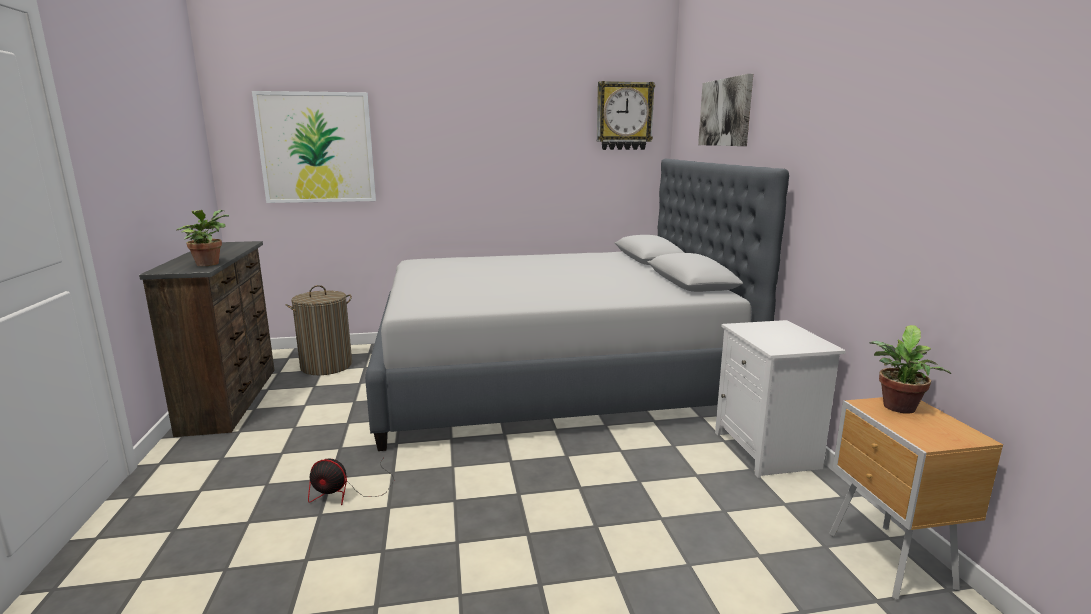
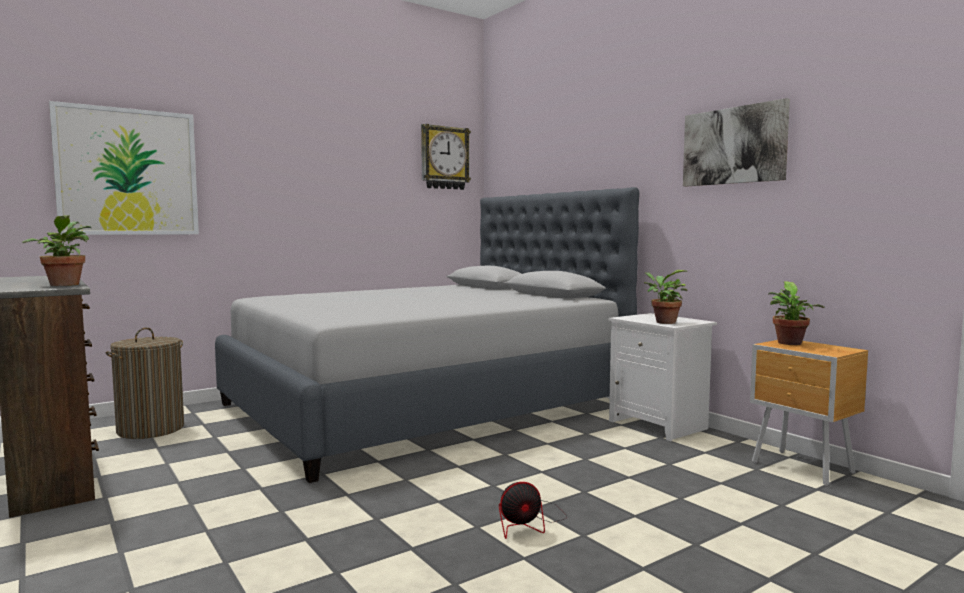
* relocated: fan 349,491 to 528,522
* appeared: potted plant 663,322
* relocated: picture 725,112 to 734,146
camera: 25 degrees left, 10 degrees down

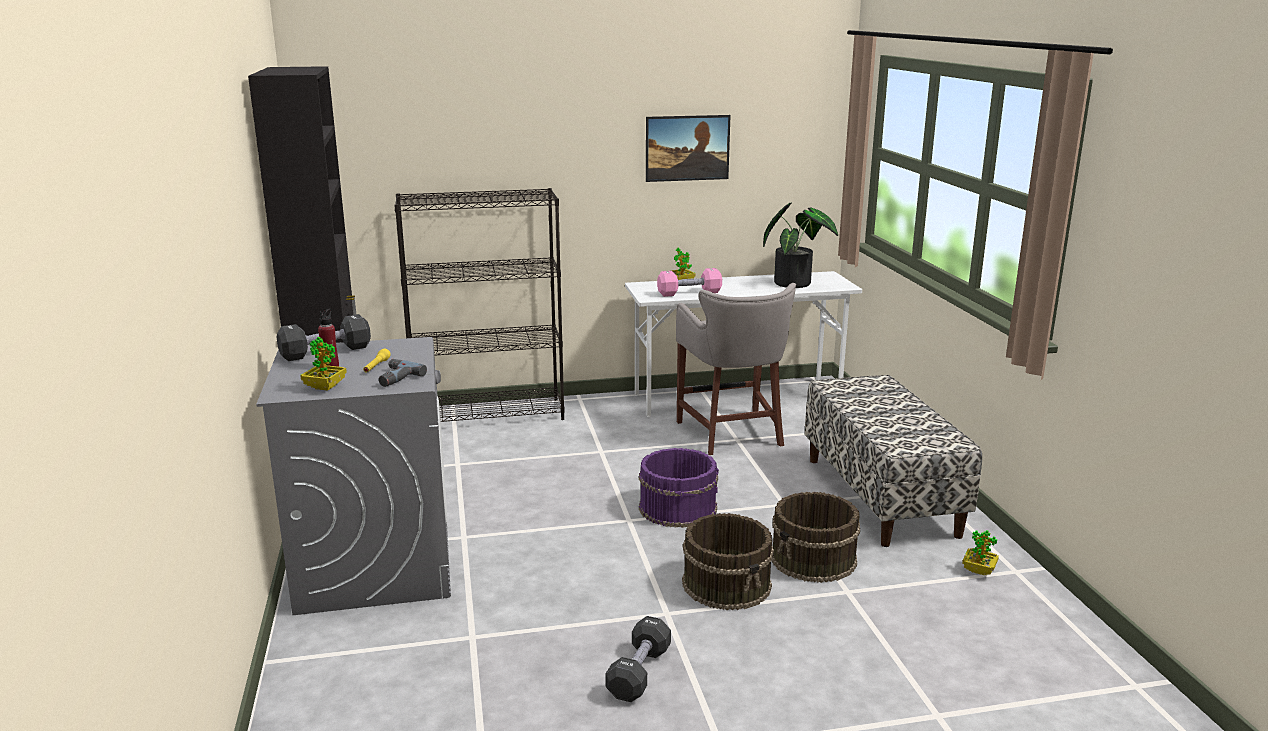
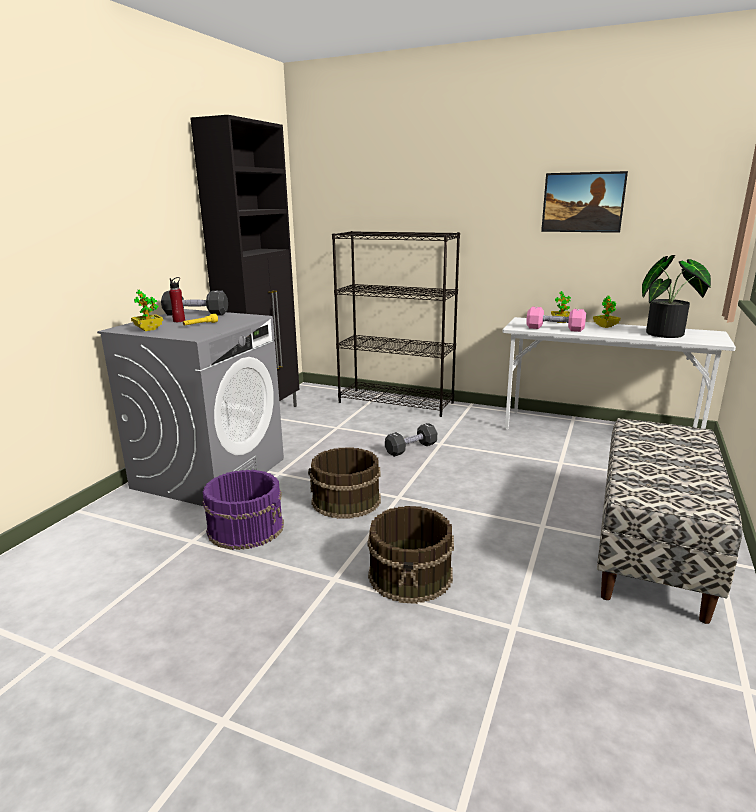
* relocated: bucket (purple) 677,507 to 246,527
* relocated: bucket (brown) 814,559 to 346,501
* relocated: dumbbell (black) 639,673 to 411,448
* relocated: potted plant 978,570 to 605,326
* missing: power drill 394,378
* missing: stool (grey) 732,434
camera: 35 degrees right, 0 degrees up

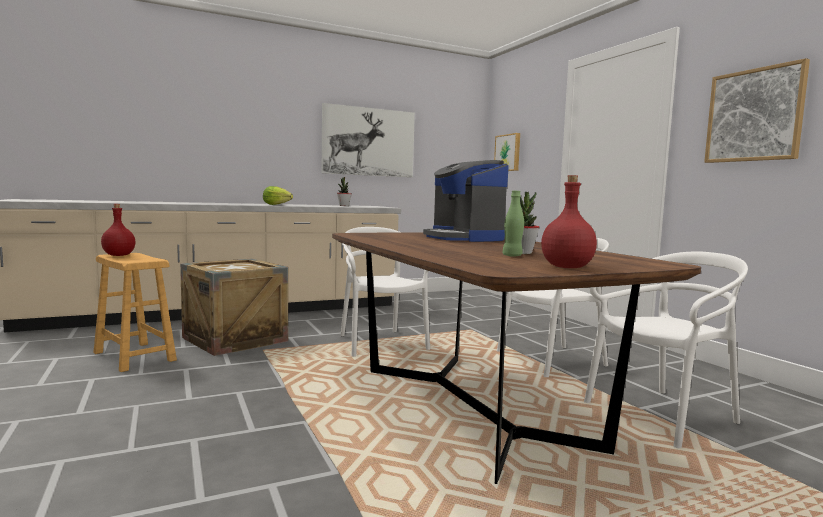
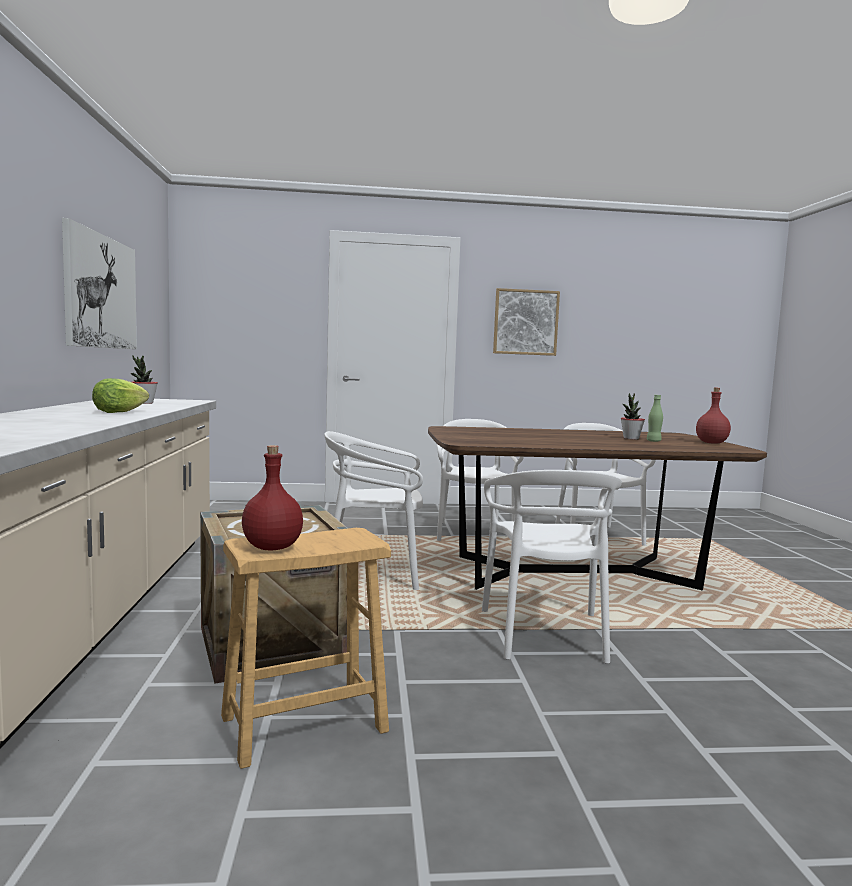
* appeared: chair (white) 545,634
* missing: coffee machine 464,238
* missing: picture 508,153
camera: 70 degrees left, 0 degrees up

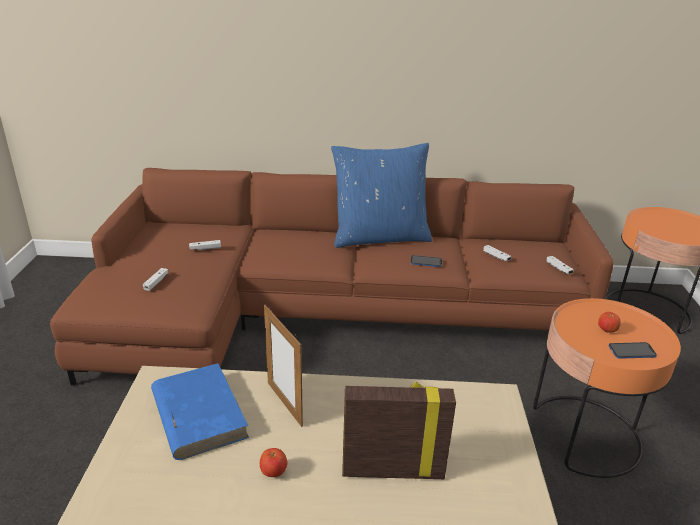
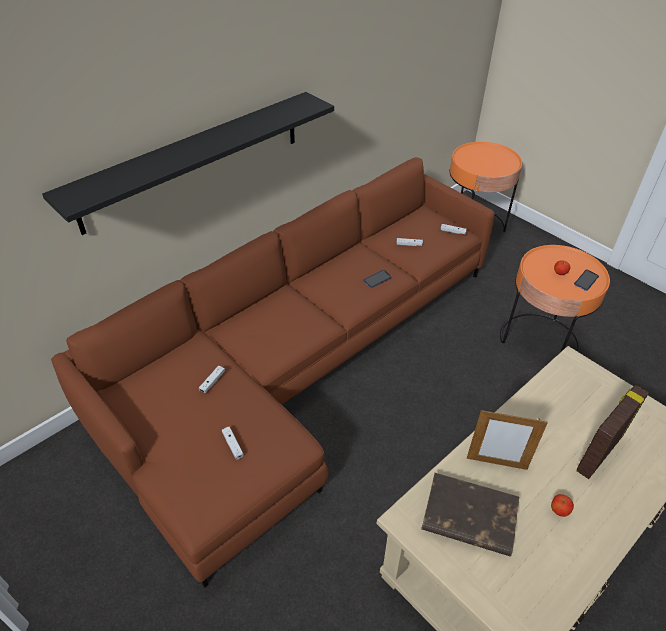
* appeared: shelf (black) 194,160
* colour: book (blue) 198,414 to book (brown) 468,516
* missing: pillow (blue) 380,237
camera: 45 degrees left, 15 degrees up

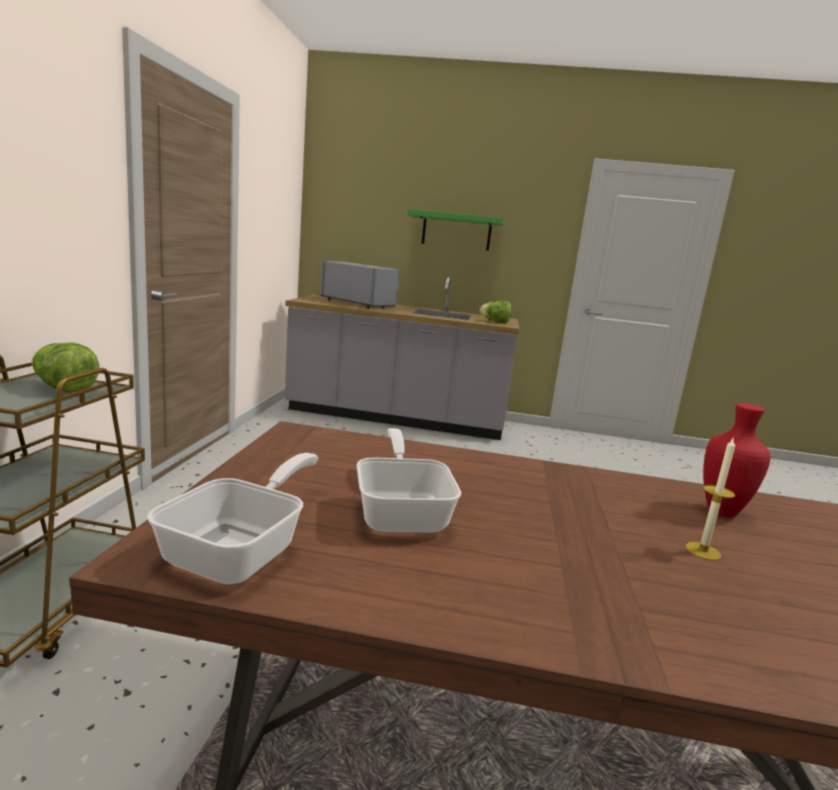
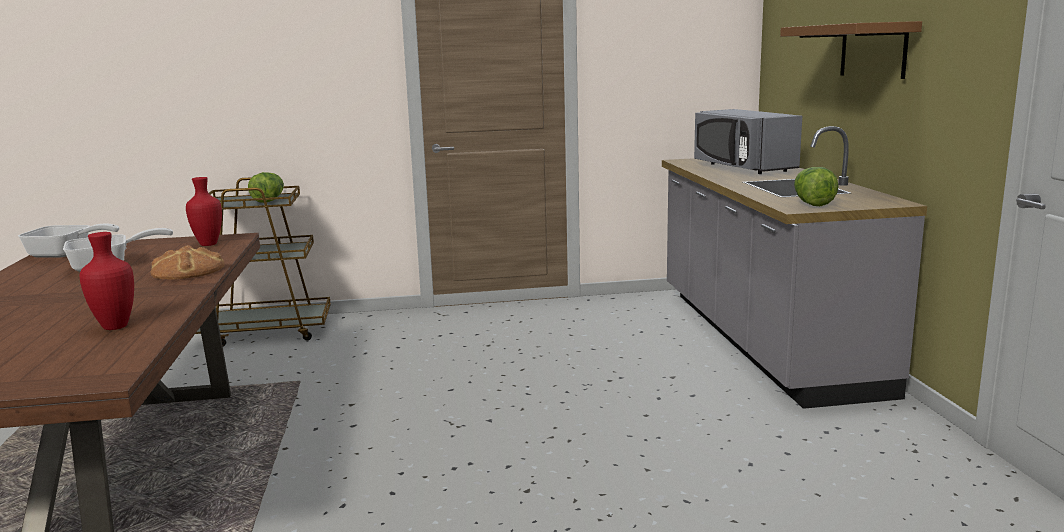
* appeared: bread 187,271
* appeared: vase (red) 208,244
* spun: microwave (grey) 359,304 = 742,167 135 degrees clockwise
* colour: shelf (green) 456,231 to shelf (brown) 873,50
* missing: candle 703,551
camera: 75 degrees right, 0 degrees up

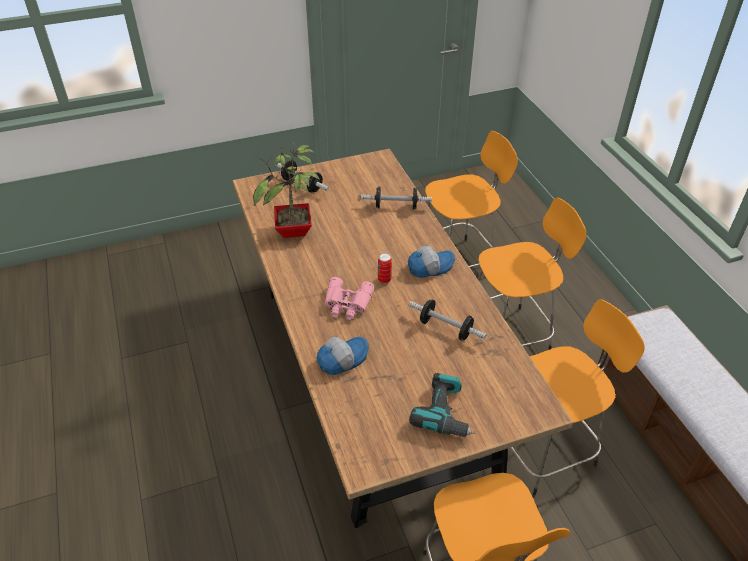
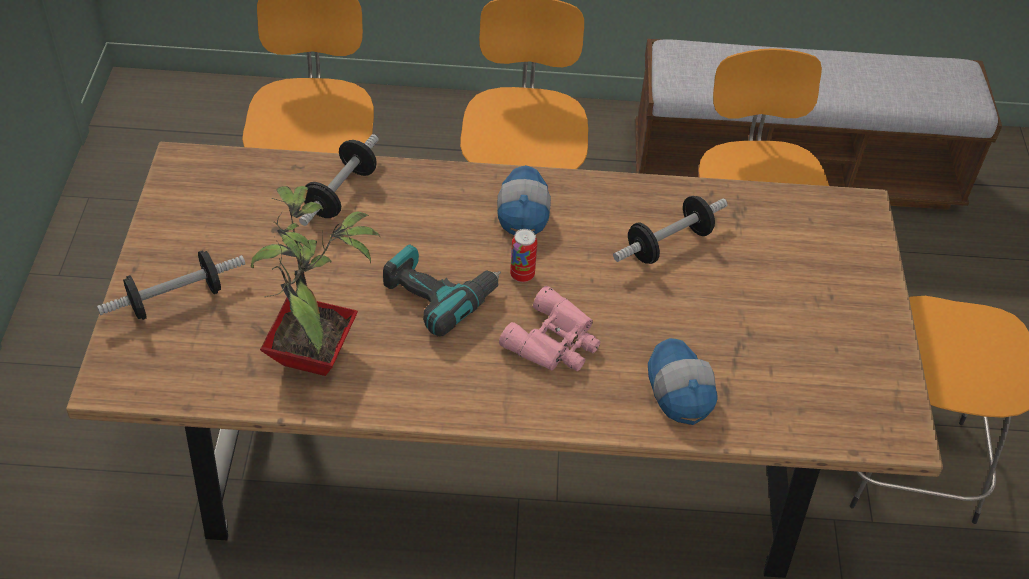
* relocated: power drill 445,413 to 439,294
camera: 70 degrees left, 5 degrees up

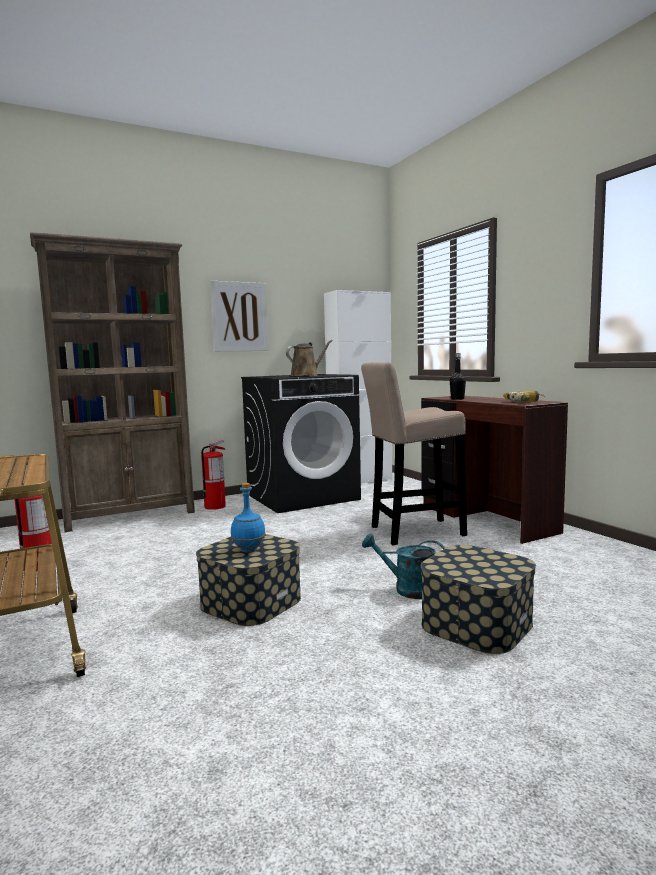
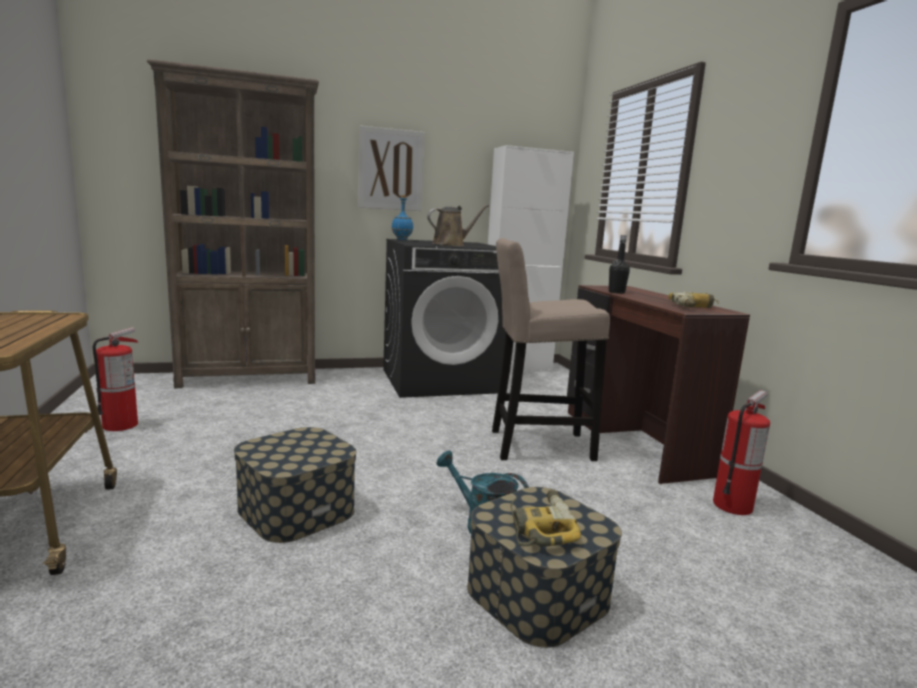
* relocated: bottle (blue) 249,550 to 402,239
* appeared: power drill 539,526
* relocated: fire extinguisher 215,506 to 732,505
camera: 10 degrees right, 5 degrees up

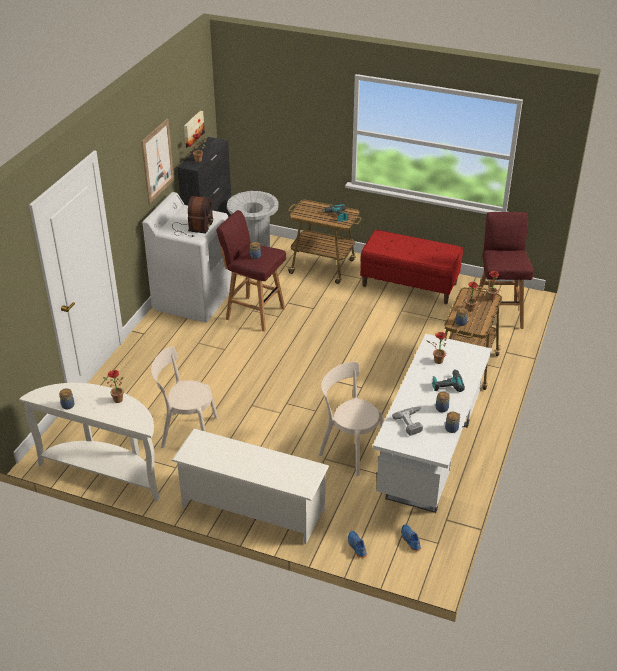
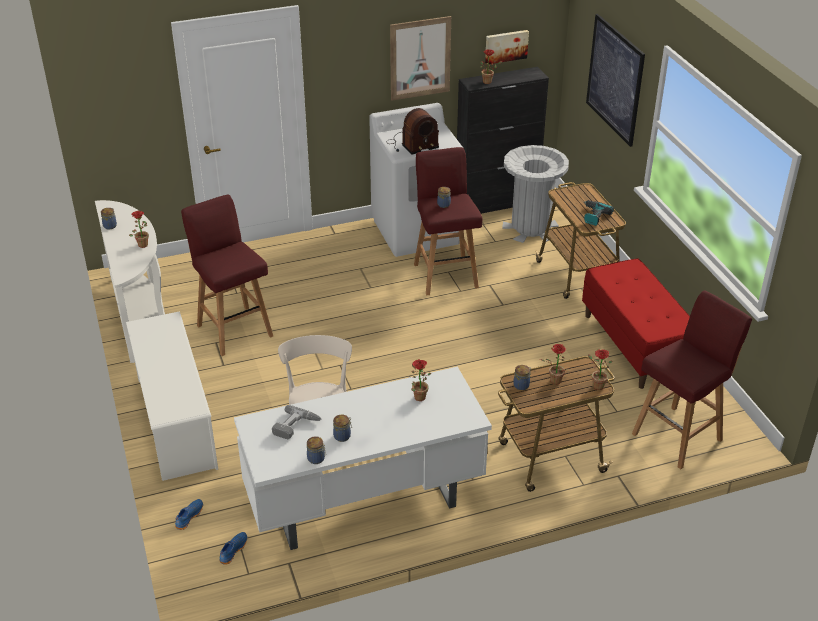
* exchanged: chair (beige) 186,432 to stool (red) 234,329
* appeared: picture 615,79
* missing: power drill 447,384
camera: 50 degrees right, 0 degrees up

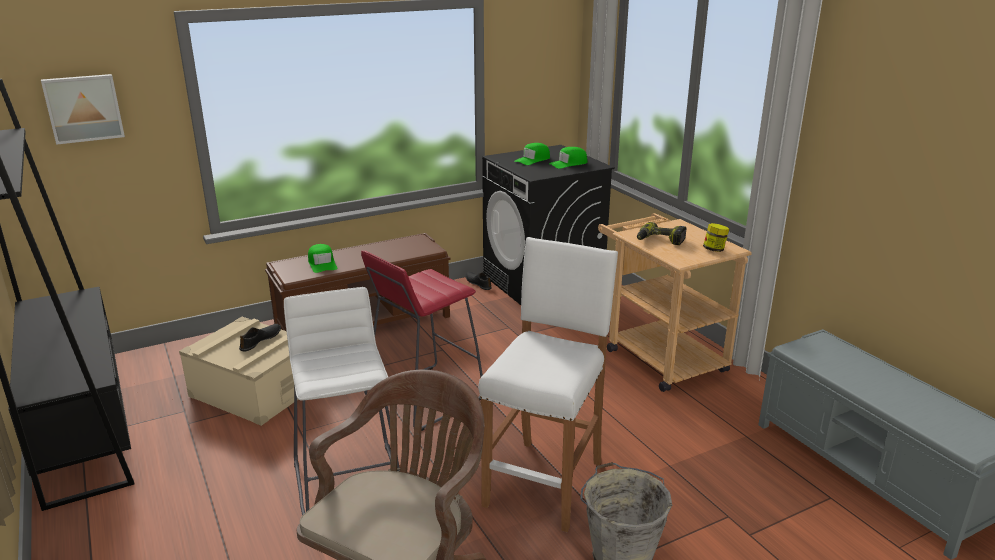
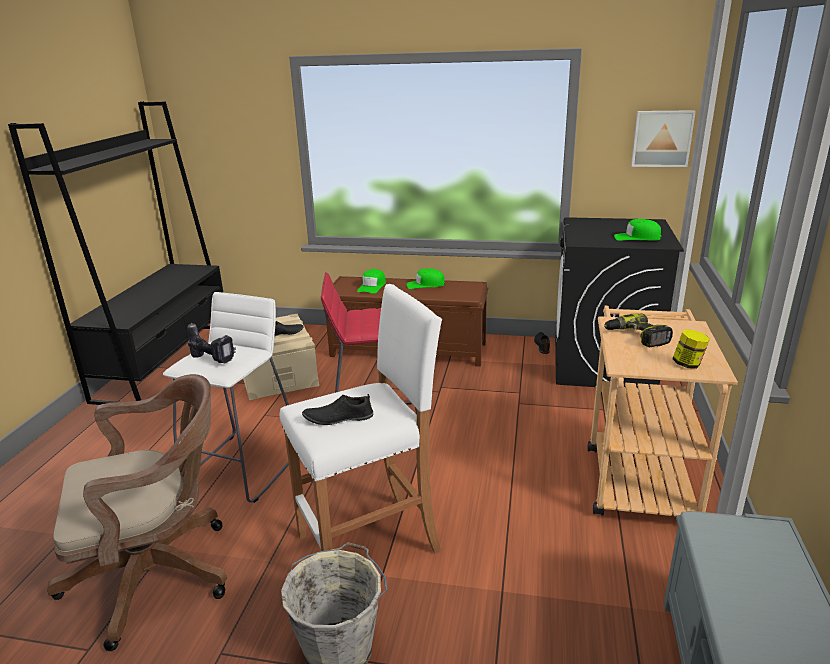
* appeared: power drill 214,359
* appeared: shoe (black) 338,418
* relocated: cap (green) 533,160 to 425,284
* relocated: picture 83,108 to 661,138
camera: 40 degrees right, 0 degrees up

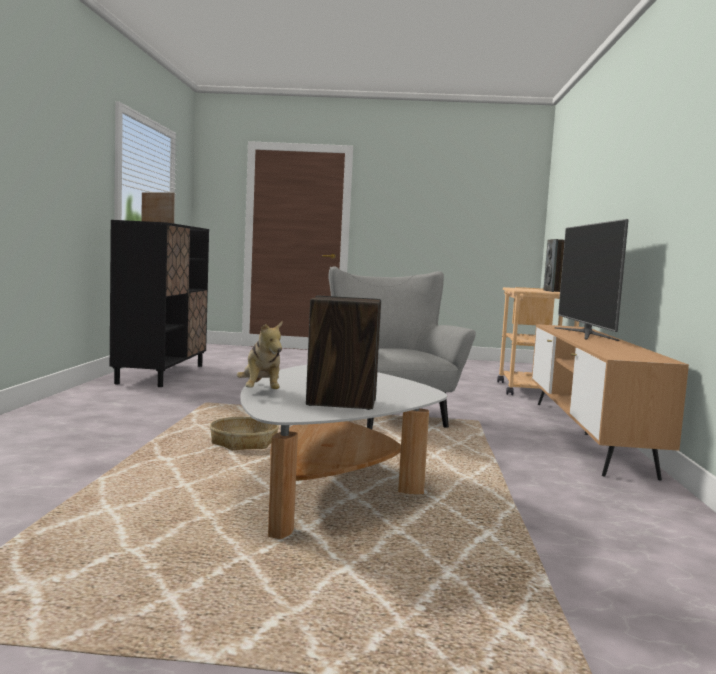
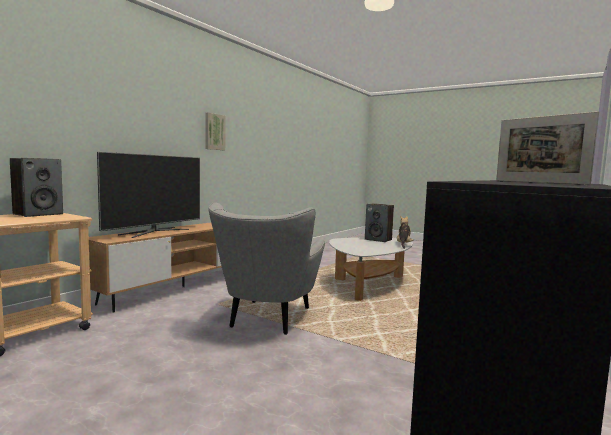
* appeared: picture 214,132
* missing: basket 243,443
camera: 150 degrees left, 0 degrees up

